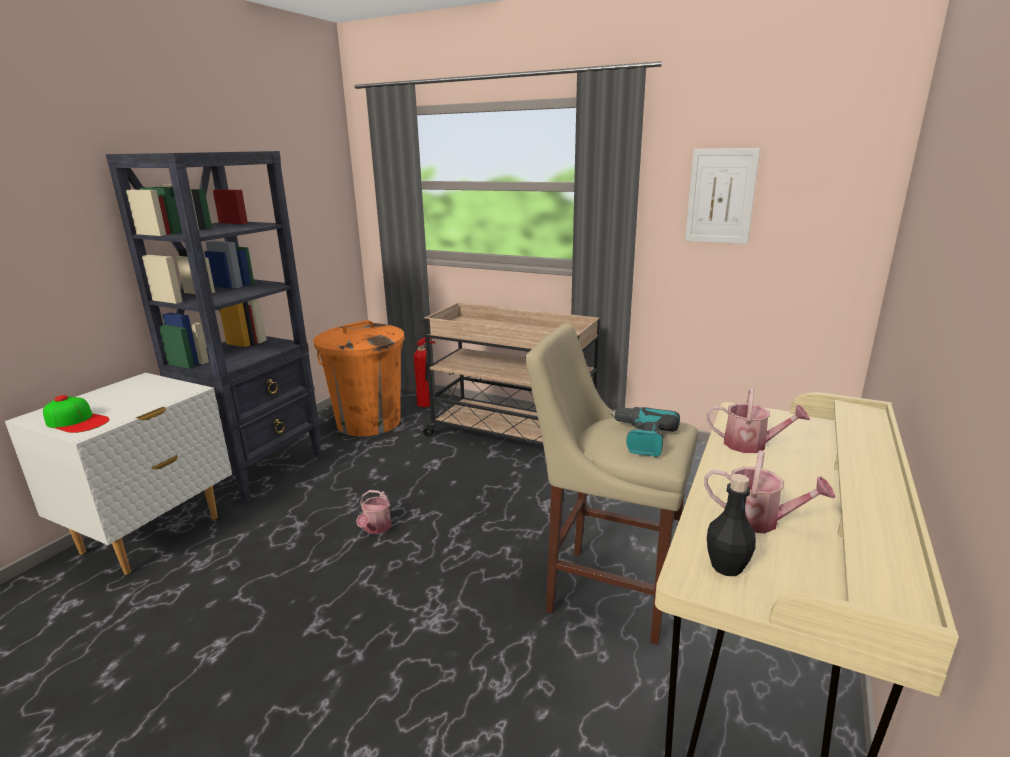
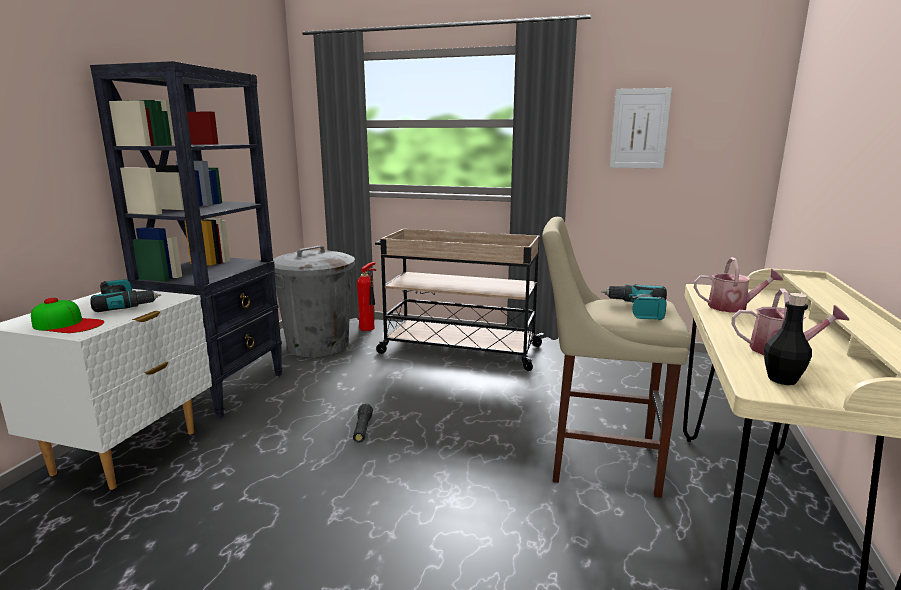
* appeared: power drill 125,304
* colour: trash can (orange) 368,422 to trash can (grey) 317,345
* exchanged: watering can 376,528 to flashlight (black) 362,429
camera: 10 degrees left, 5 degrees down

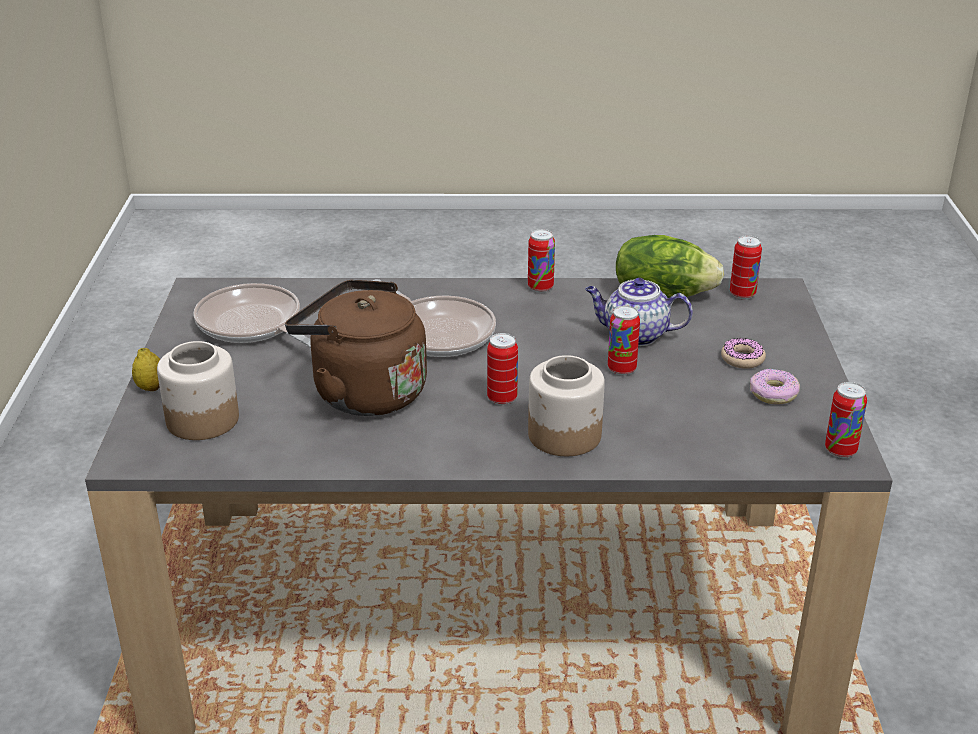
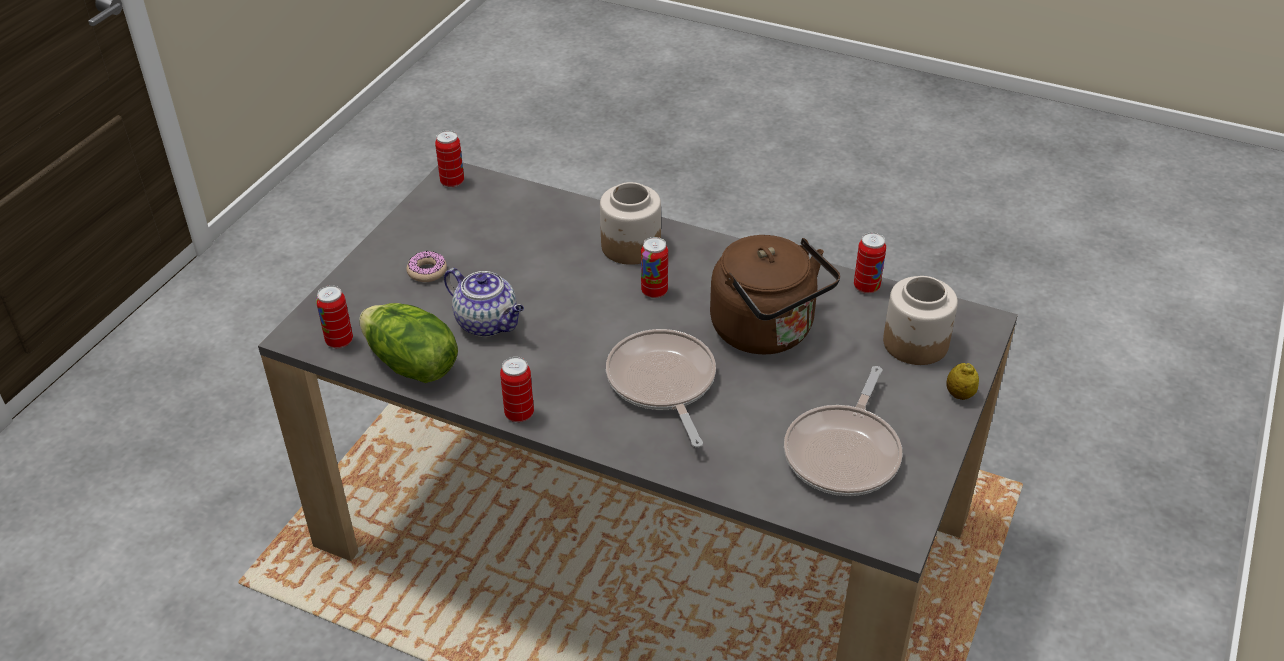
* spun: frying pan 252,325 = 844,452 45 degrees clockwise
* relocated: can 621,369 to 866,287
* missing: donut 773,393
camera: 155 degrees left, 10 degrees up

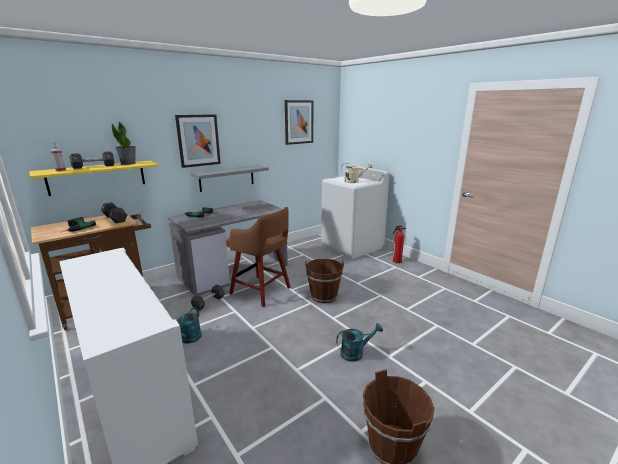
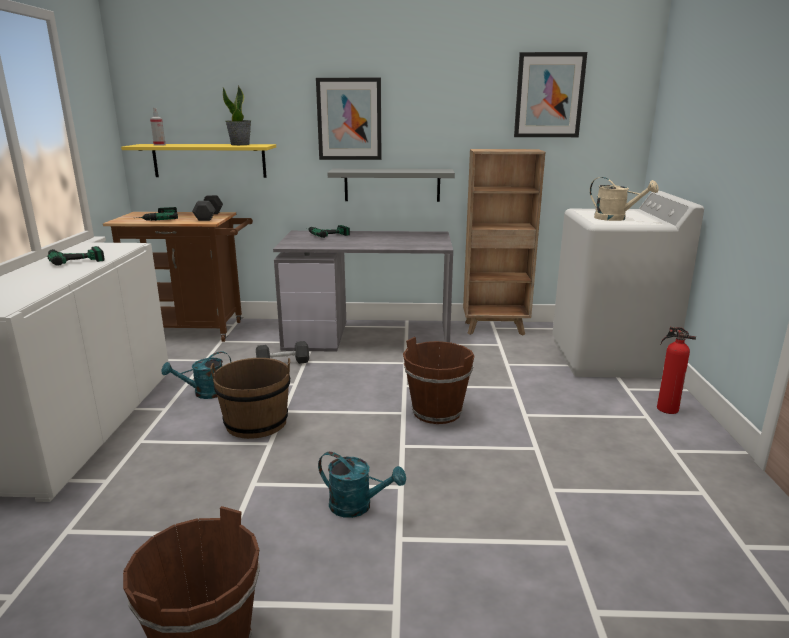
* appeared: power drill 74,258
* appeared: bucket (brown) 256,423
* appeared: bookcase (brown) 495,328
* missing: dumbbell (black) 94,166
* missing: stool (brown) 262,291
camera: 40 degrees right, 0 degrees up

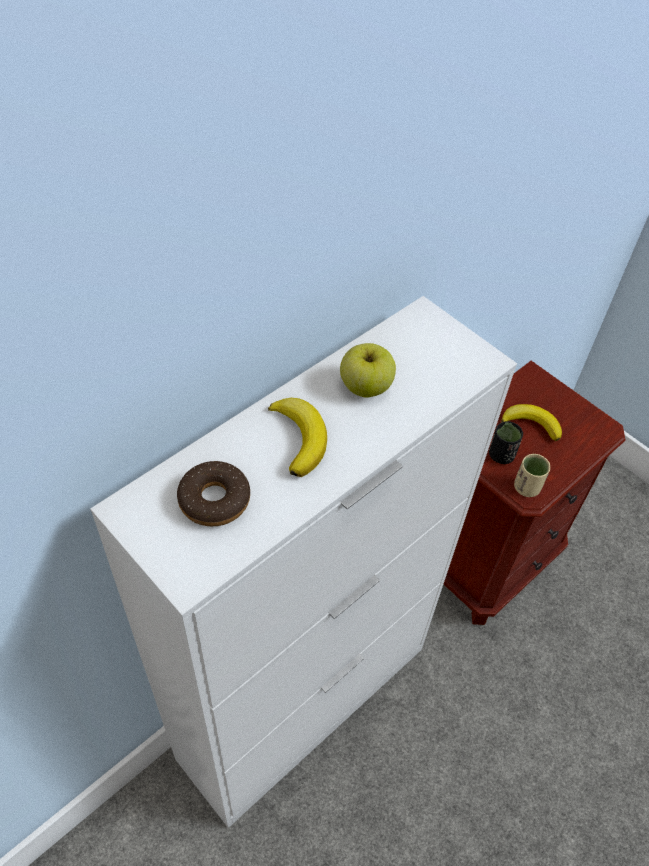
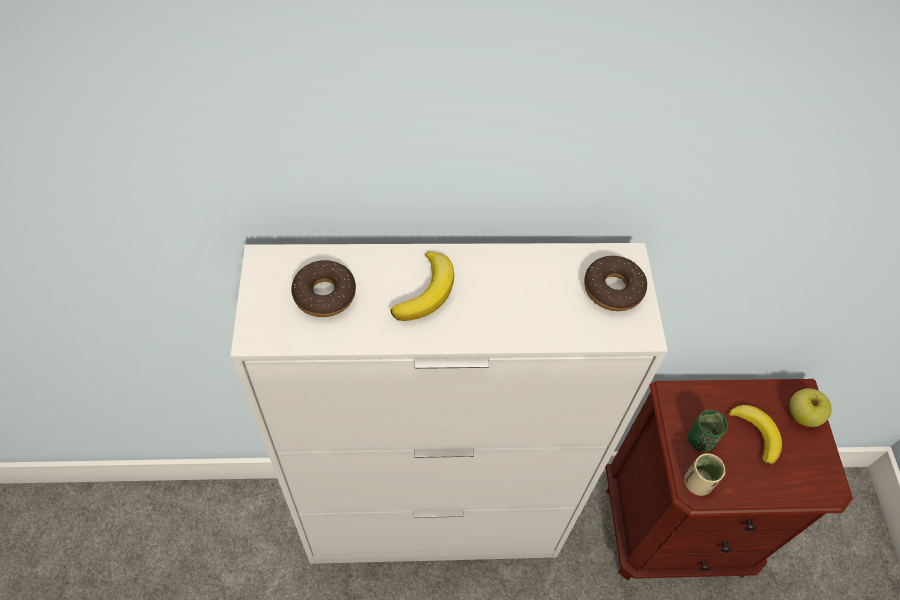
* appeared: donut 613,289
* colour: cup (black) 501,455 to cup (green) 700,440
* relocated: apple 365,387 to 802,415
camera: 40 degrees right, 5 degrees up

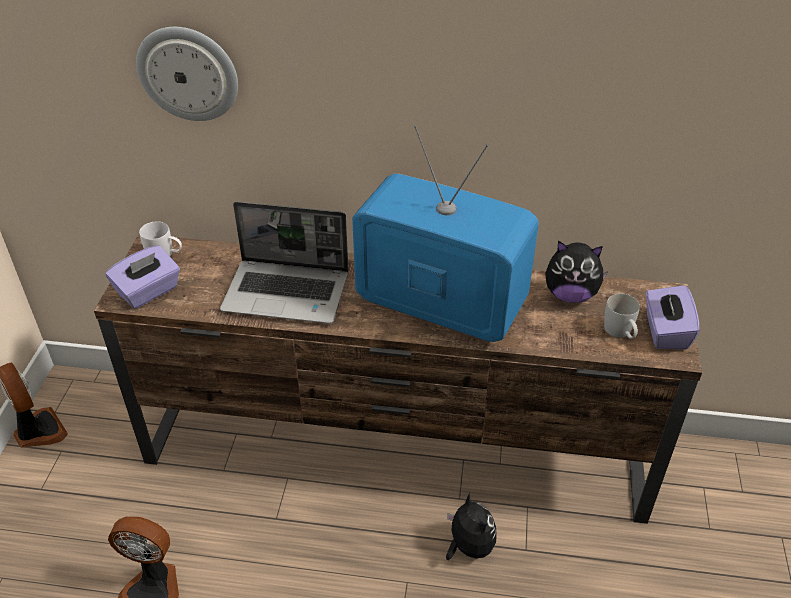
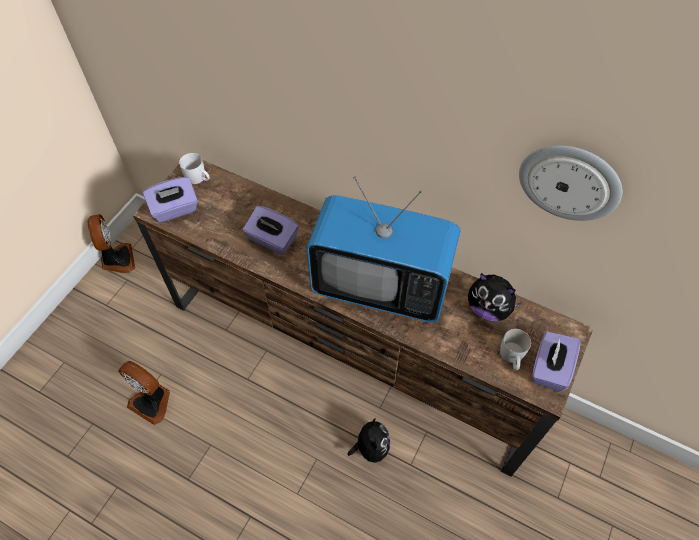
* exchanged: laptop 288,292 to tissue box (purple) 272,240
* spun: television 440,305 = 380,286 150 degrees clockwise
* relocated: wall clock 188,73 to 570,181
camera: 20 degrees right, 15 degrees up

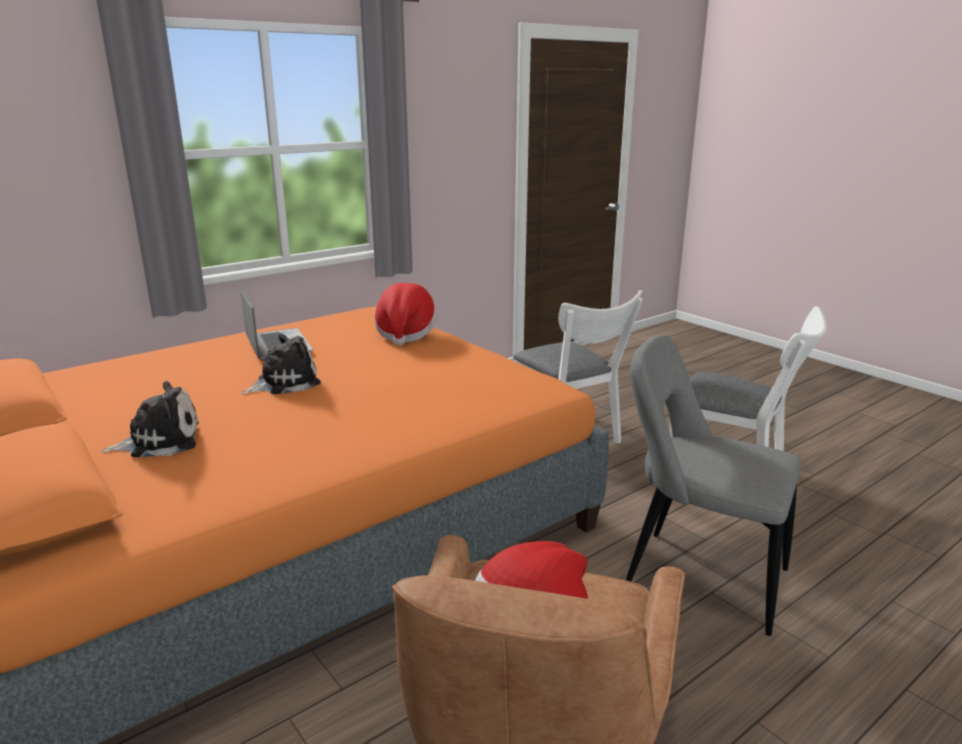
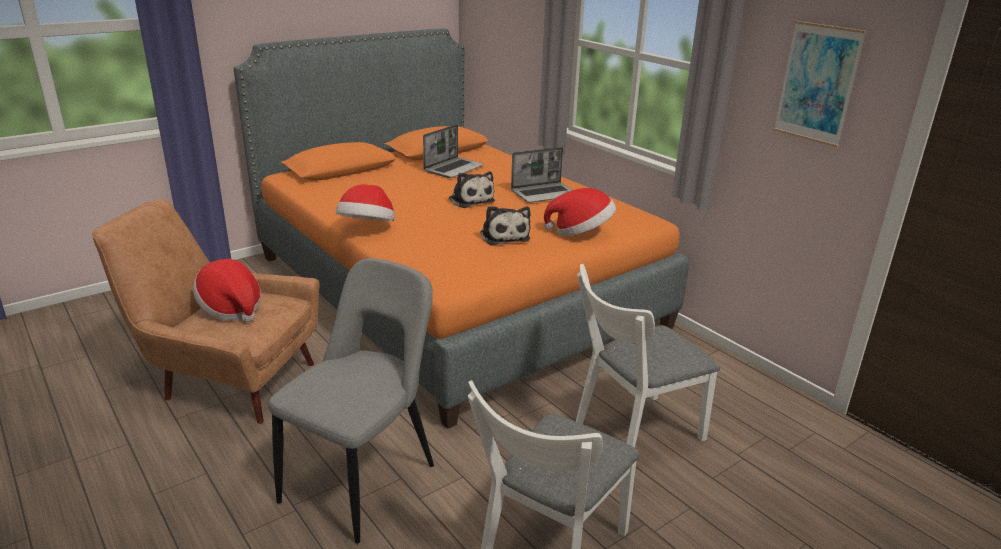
* appeared: hat 367,228
* appeared: laptop 454,168
* relocated: plush toy 160,441 to 504,236
* appeared: picture 817,83
camera: 90 degrees right, 5 degrees up

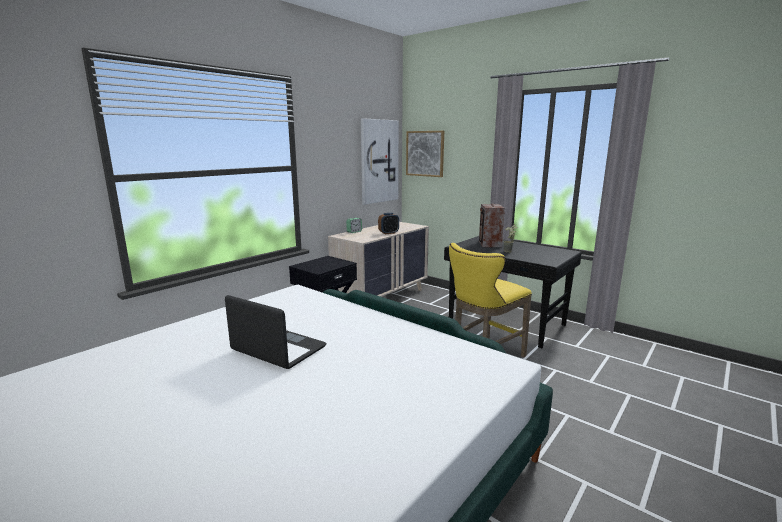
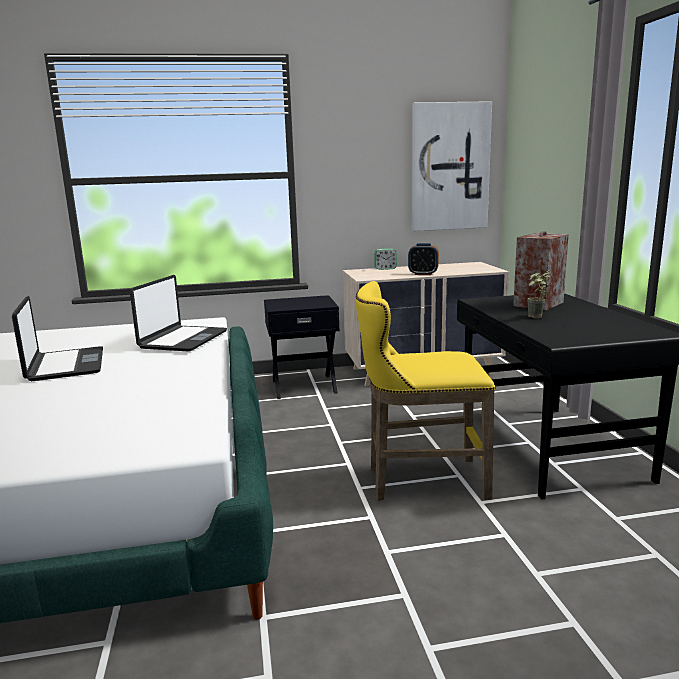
* appeared: laptop 183,340
* missing: picture 425,153
camera: 40 degrees right, 0 degrees up

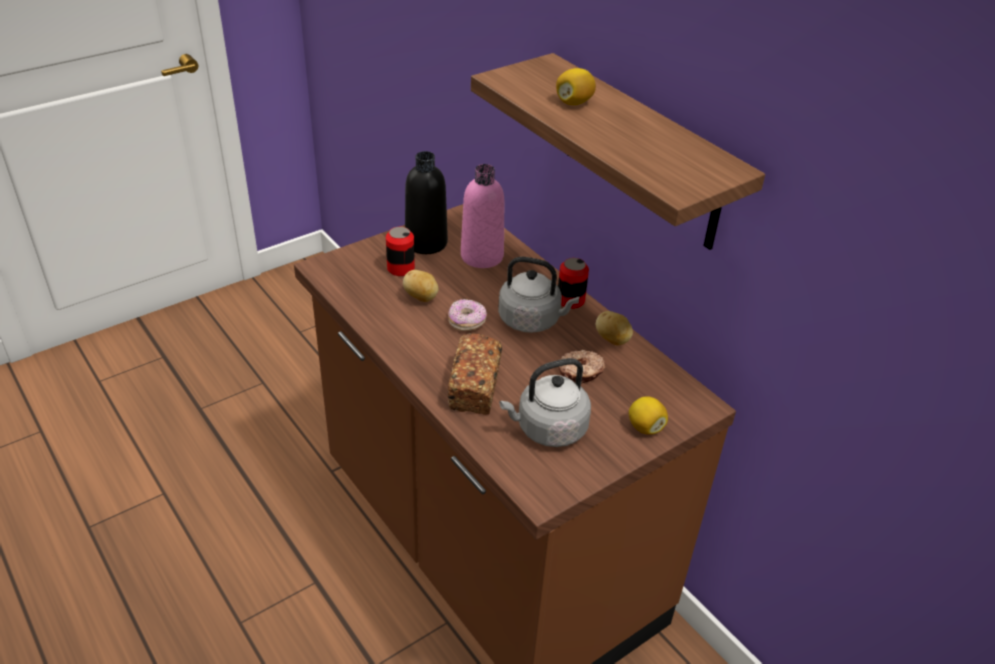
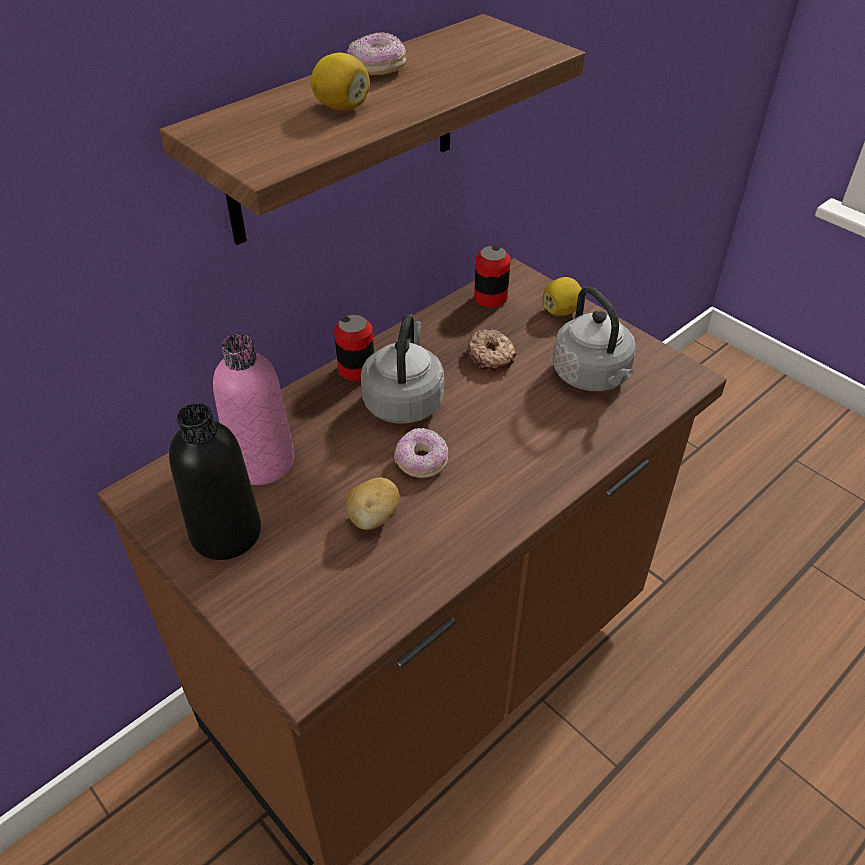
* appeared: donut 377,69
* relocated: can 400,268 to 490,298
* missing: bread 475,387
* missing: potato 612,340
camera: 95 degrees left, 5 degrees up

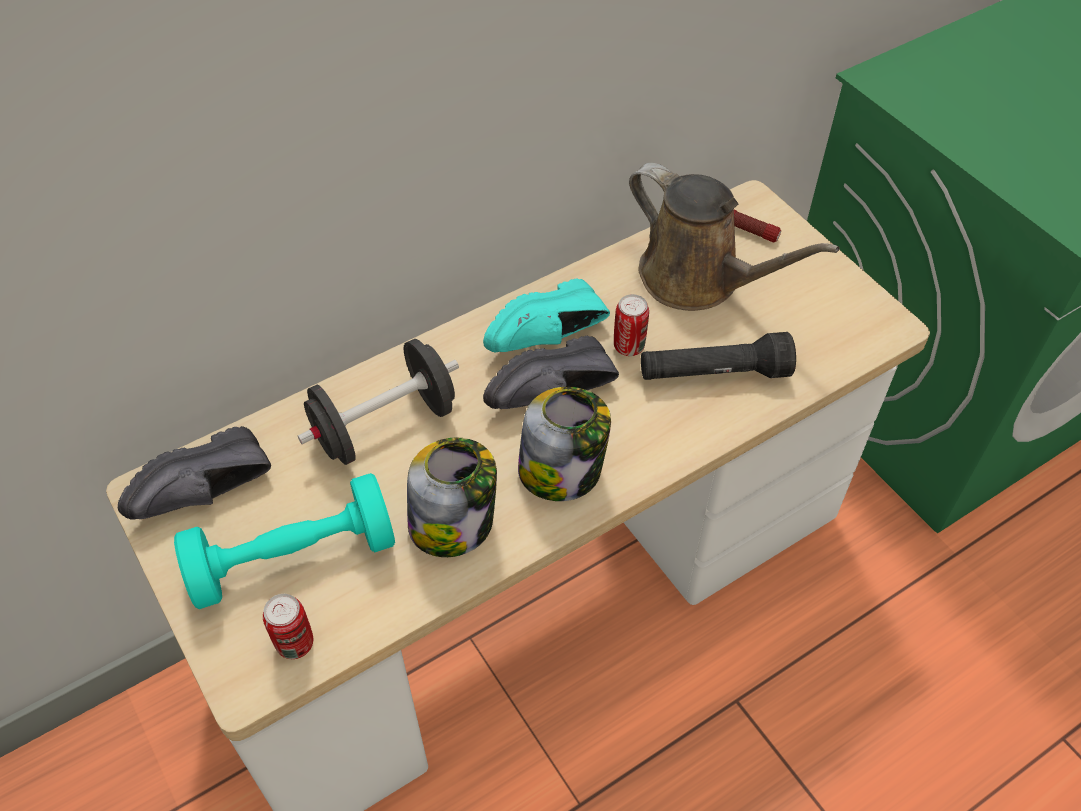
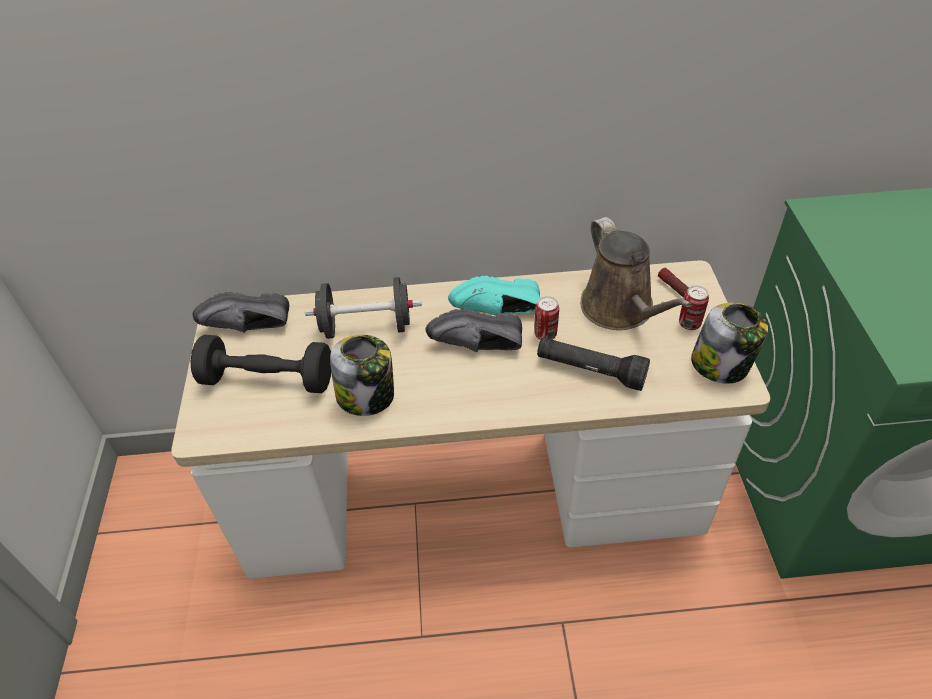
* colour: dumbbell (turquoise) 294,559 to dumbbell (black) 268,380
* relocated: can 295,643 to 689,324
* relocated: jar 562,471 to 721,365
camera: 30 degrees right, 5 degrees down

